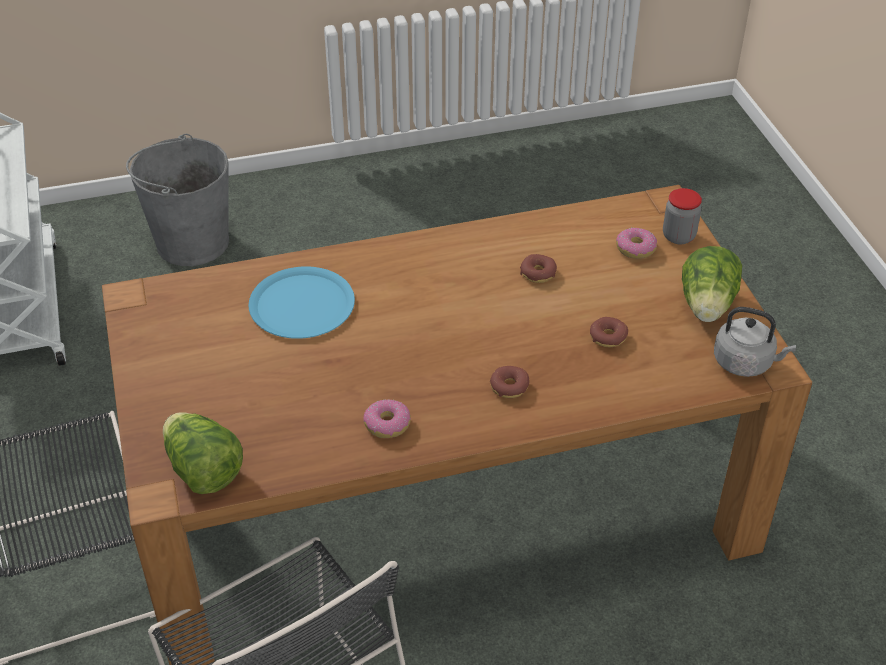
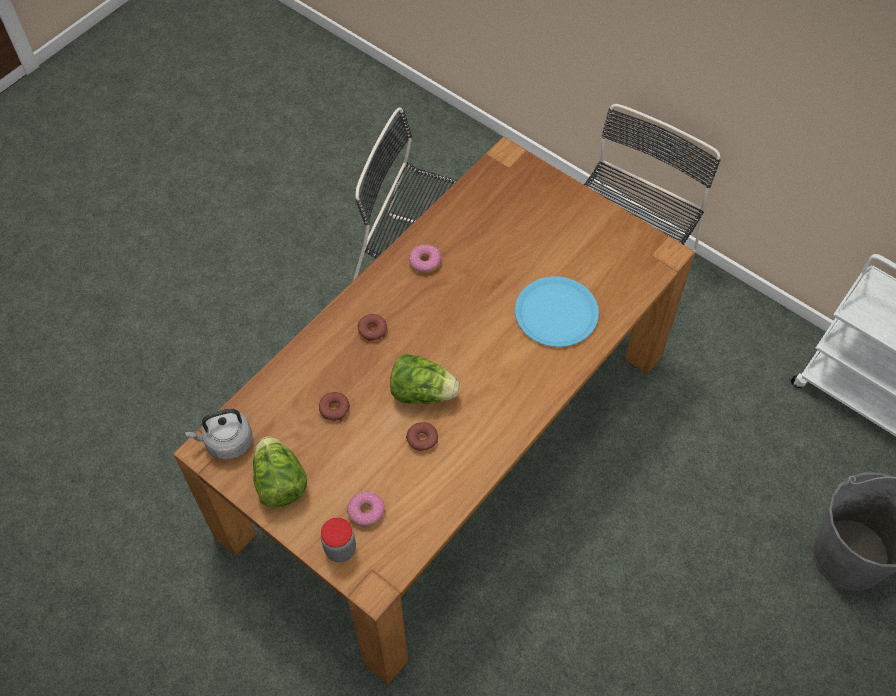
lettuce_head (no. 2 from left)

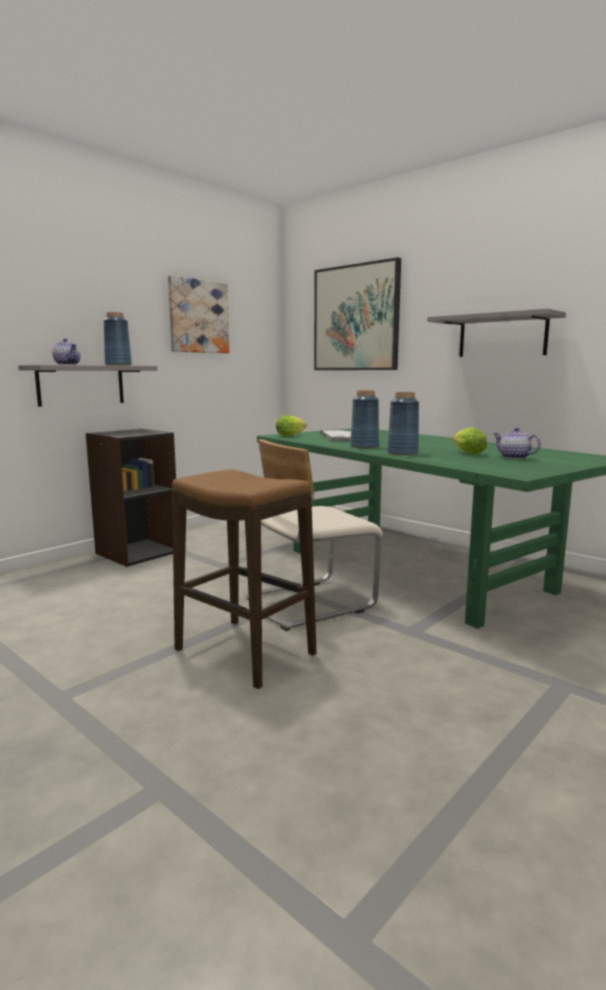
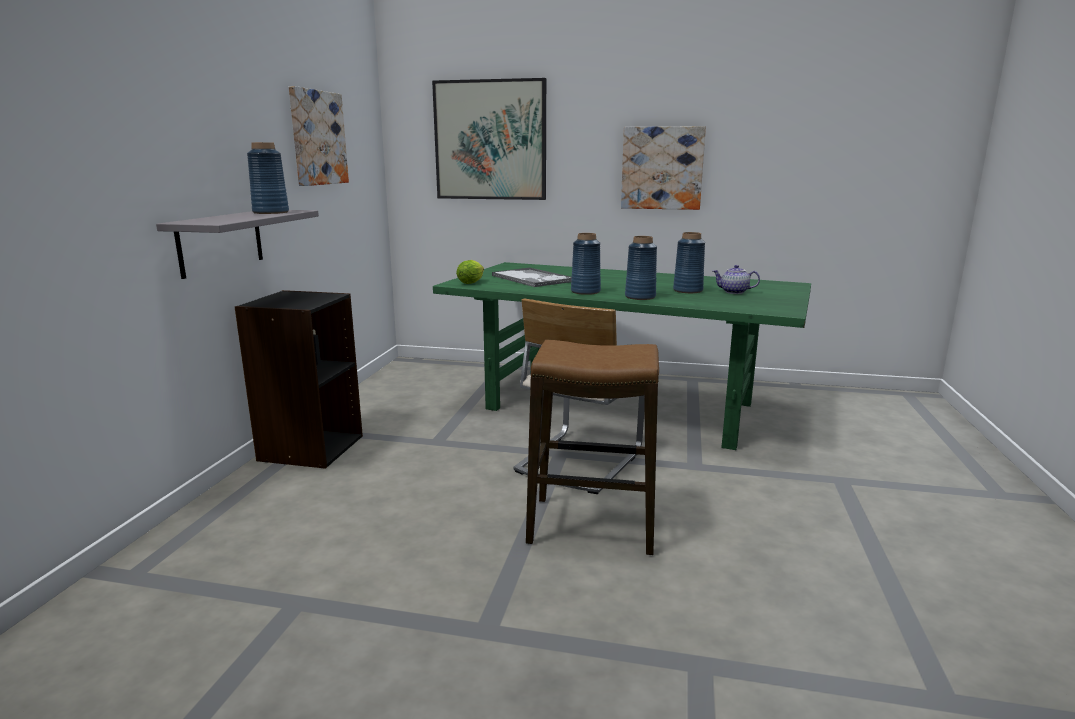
picture (no. 3 from left); blue_flower_vase (no. 4 from left); teapot (no. 1 from left in the first image)

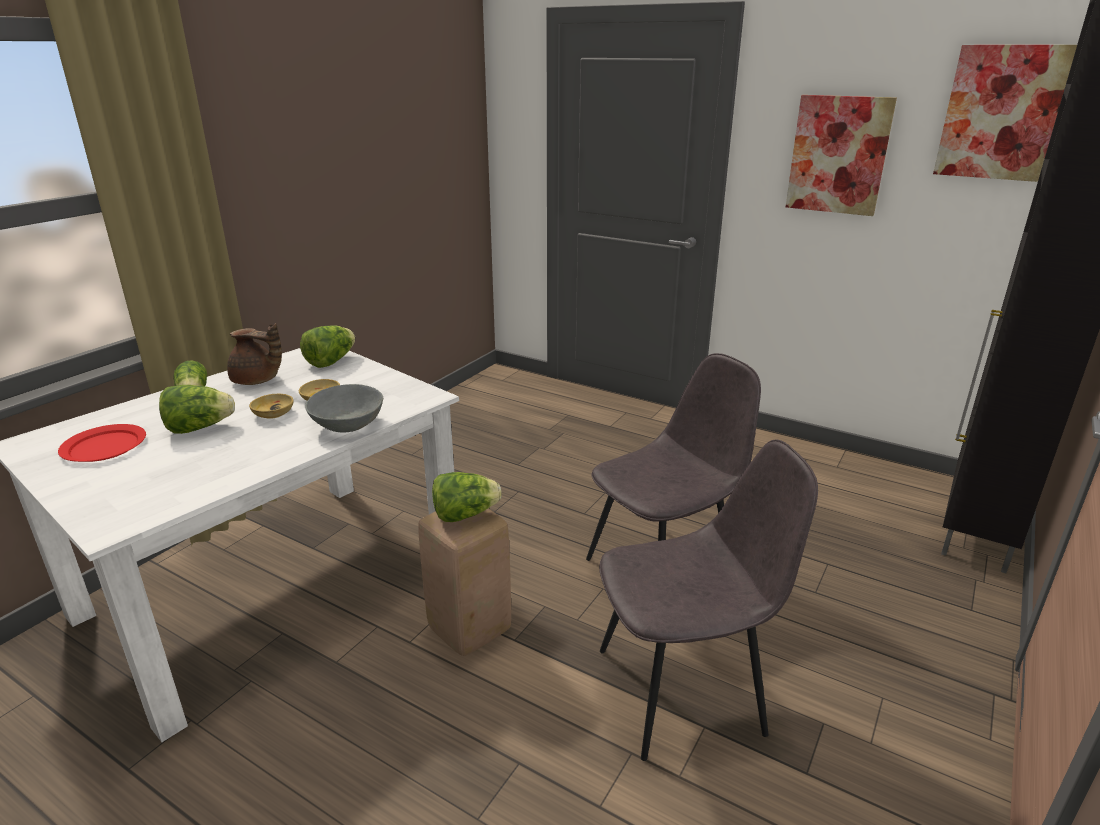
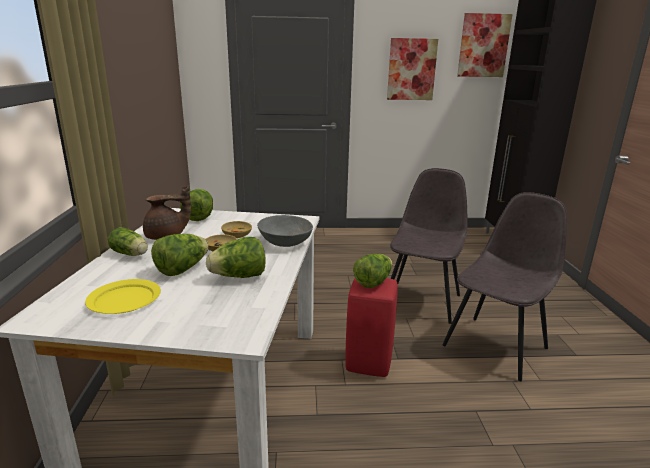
yellowish_dinner_plate; lettuce_head (no. 4 from left); red-coloured_sitting_stool

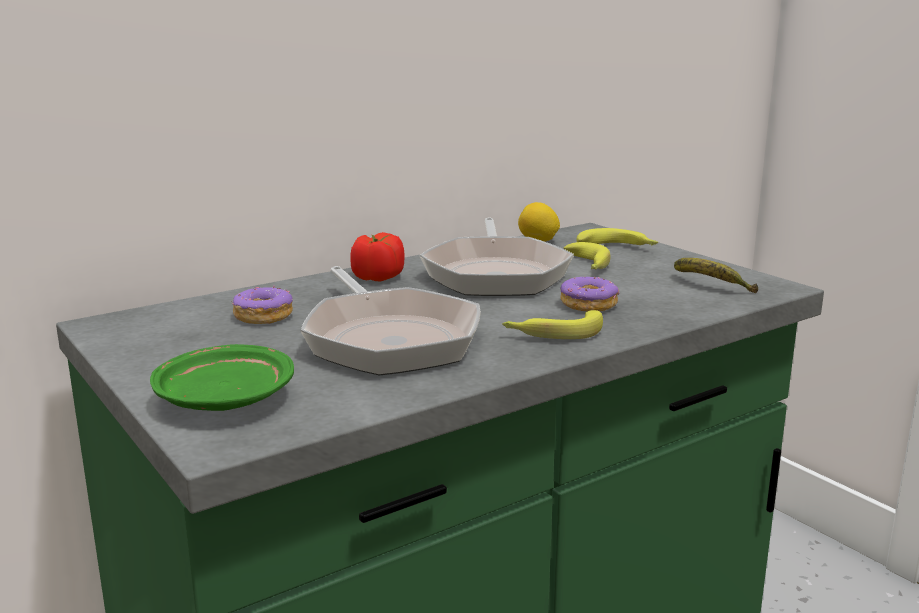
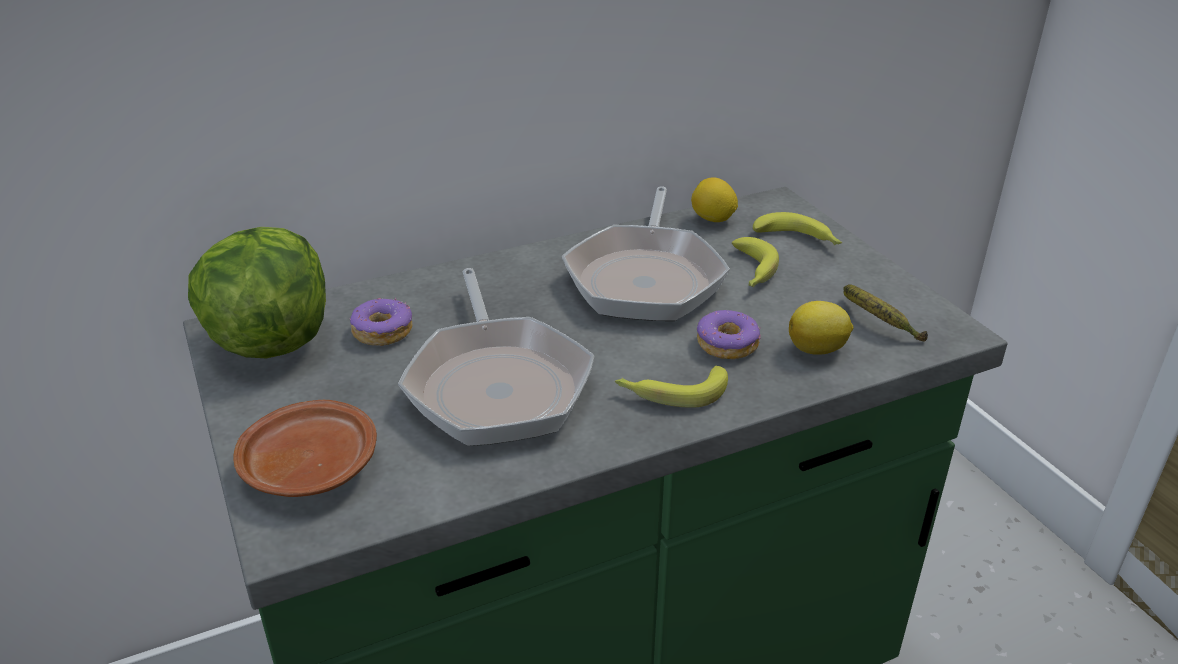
lettuce_head; brown-coloured_dinner_plate; whole_lemon (no. 2 from left); whole_tomato

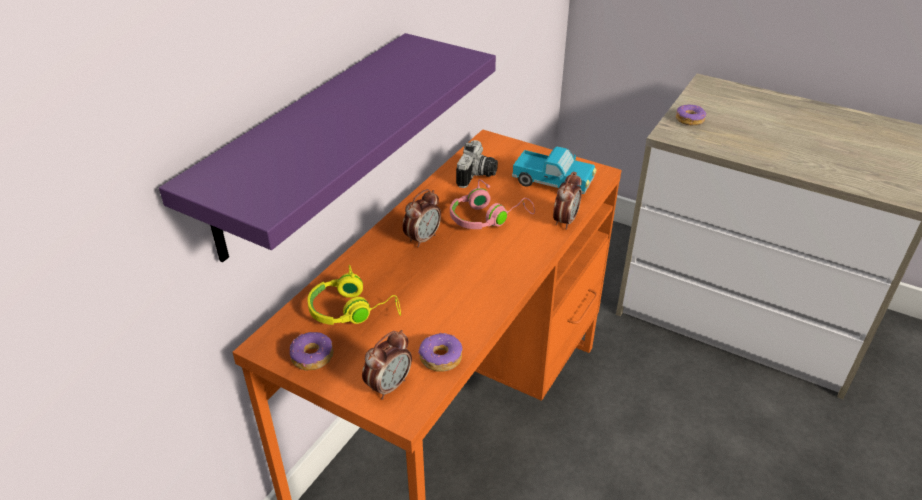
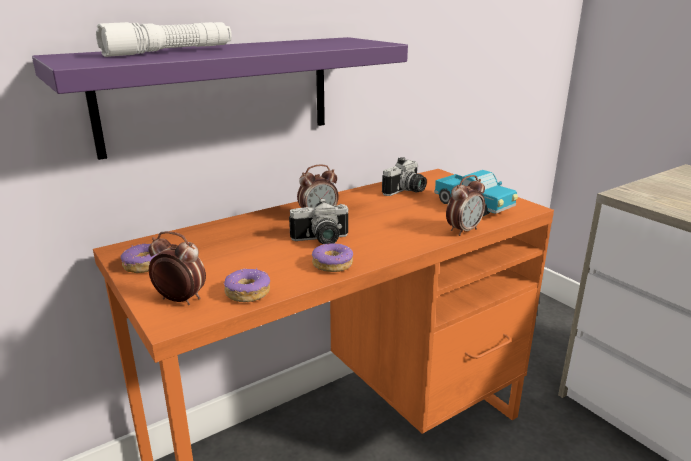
white_torch; bedside_clock (no. 1 from left); still_camera (no. 1 from left); doughnut (no. 3 from left); yellowish_headphones; pink-coloured_headphones

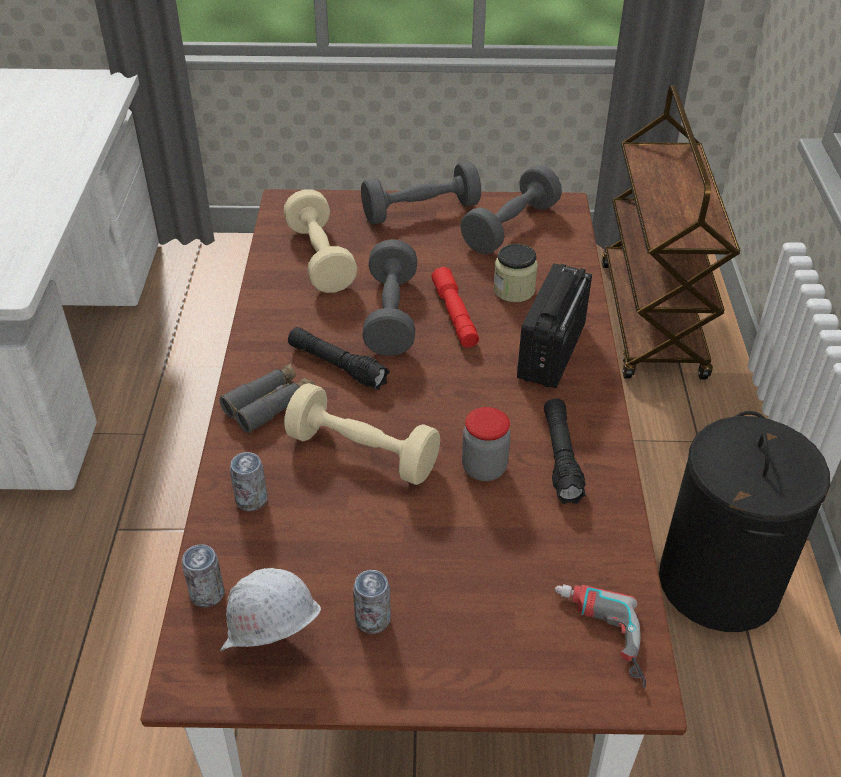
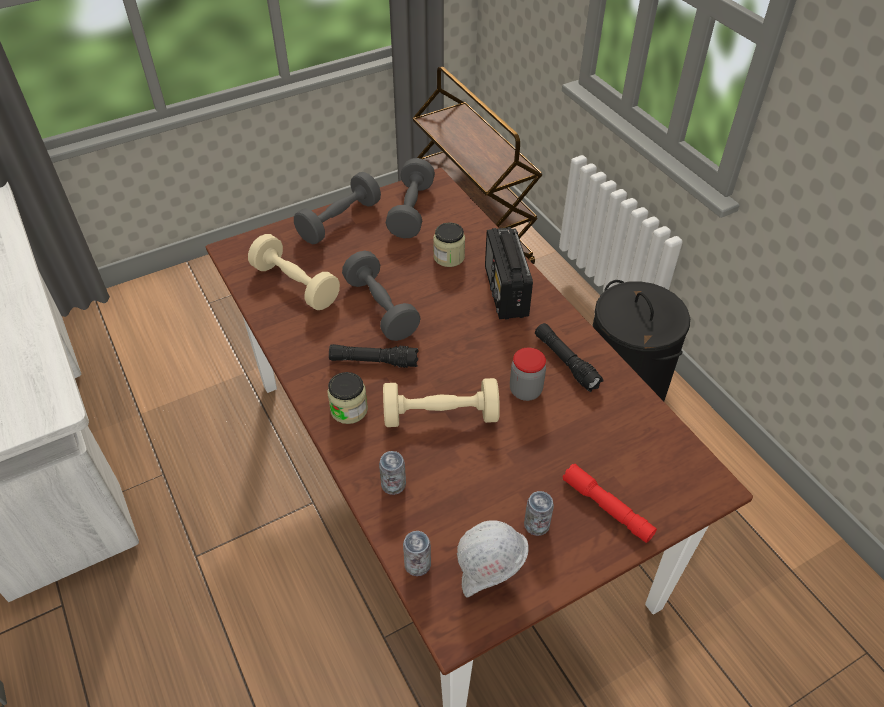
preserve_jar (no. 1 from left); red-coloured_torch; drill

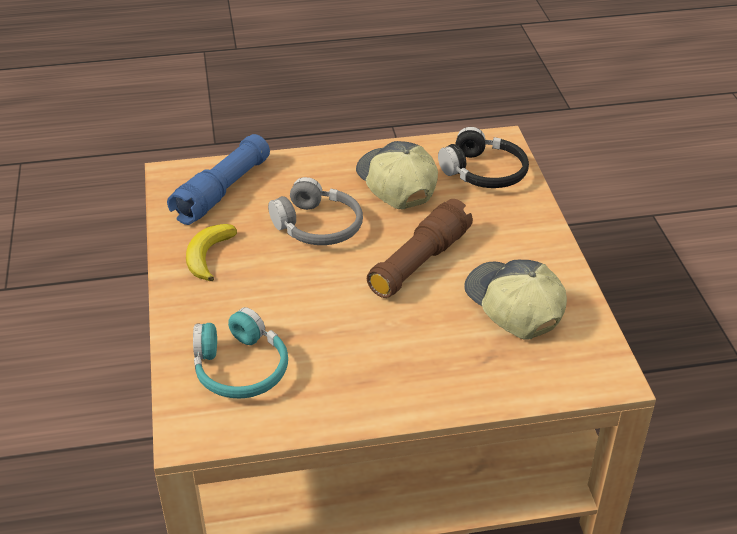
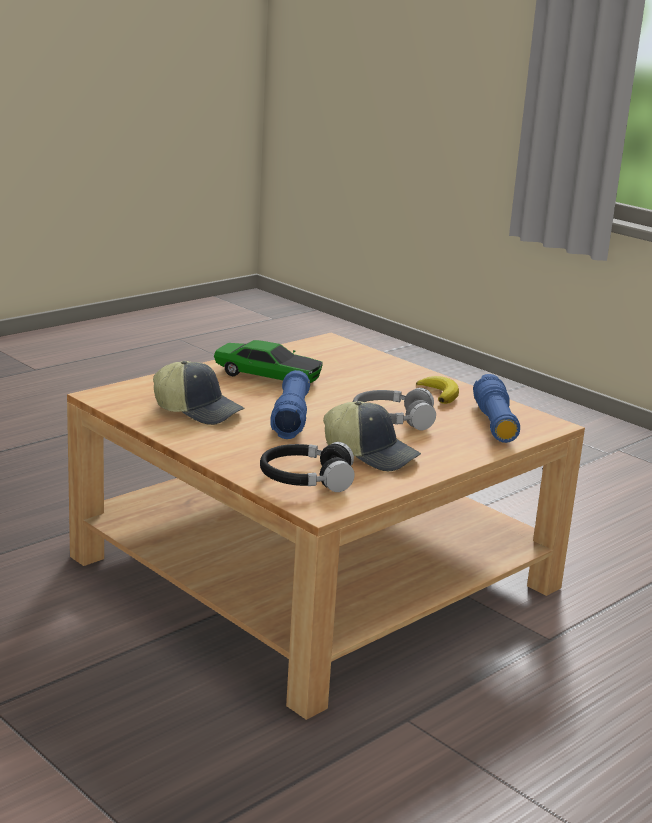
model_car; blue_torch (no. 1 from left); blue-green_headphones

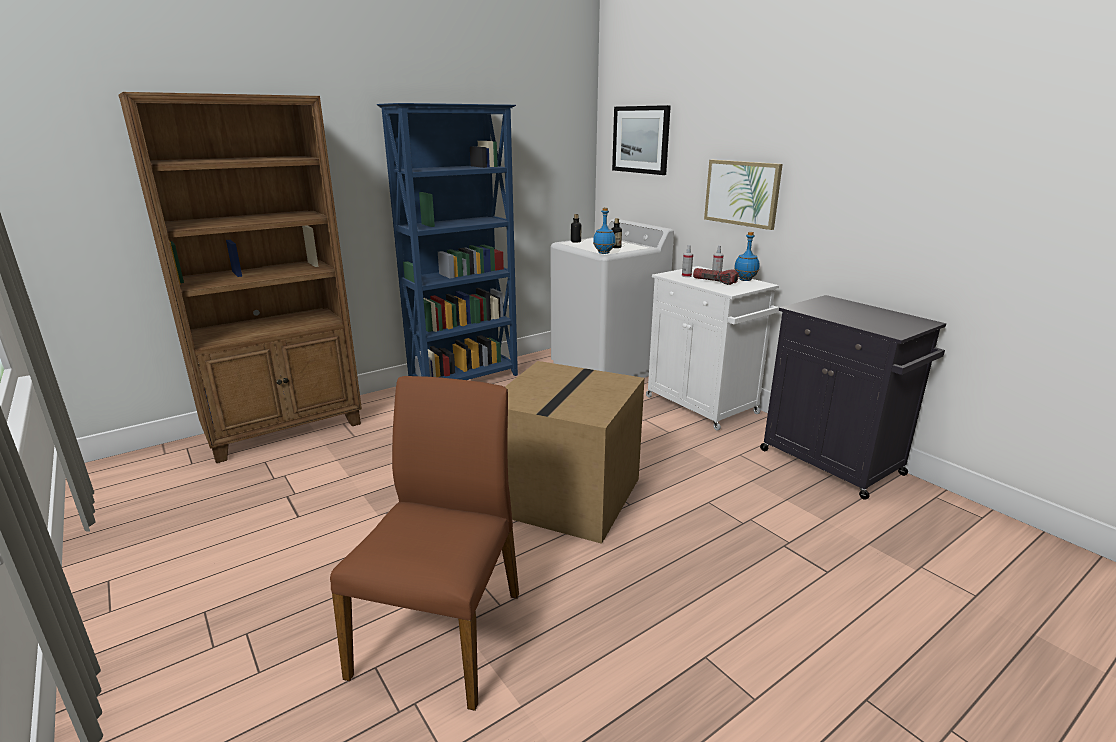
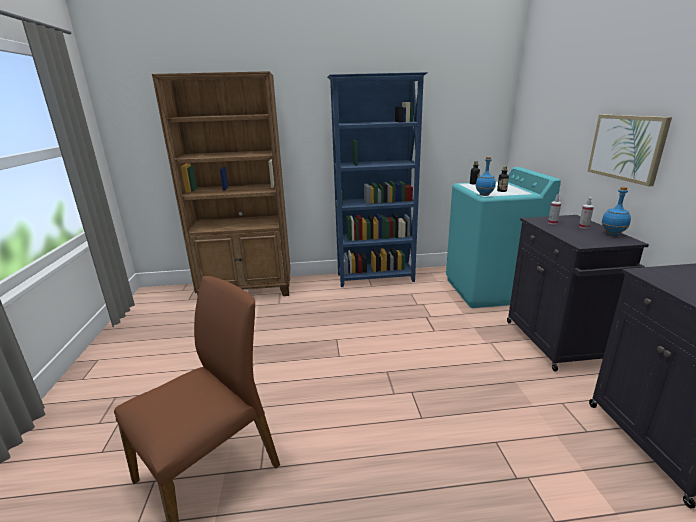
blue-green_laundry_machine; black-coloured_cupboard (no. 1 from left); packing_box; picture (no. 1 from left in the first image); torch

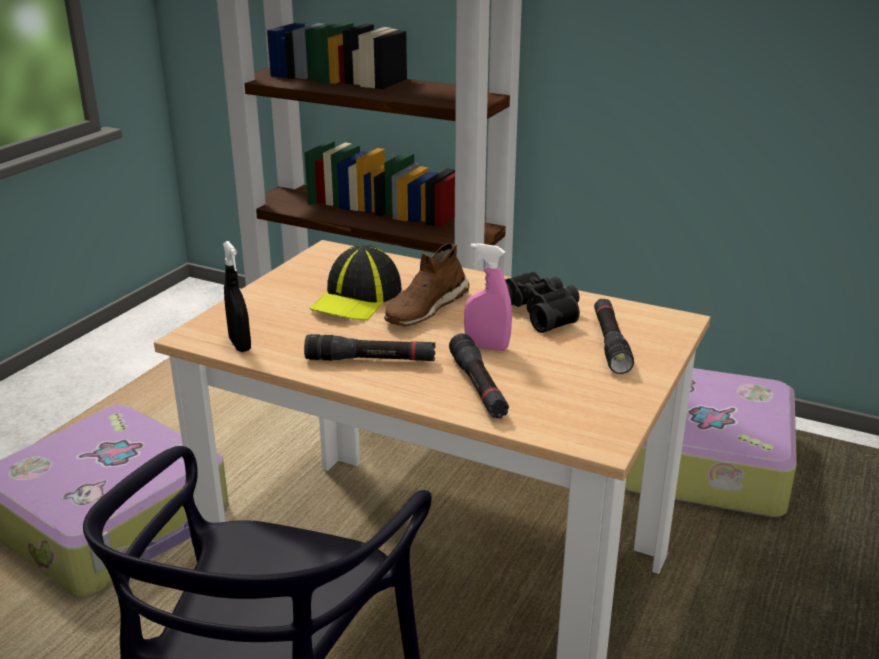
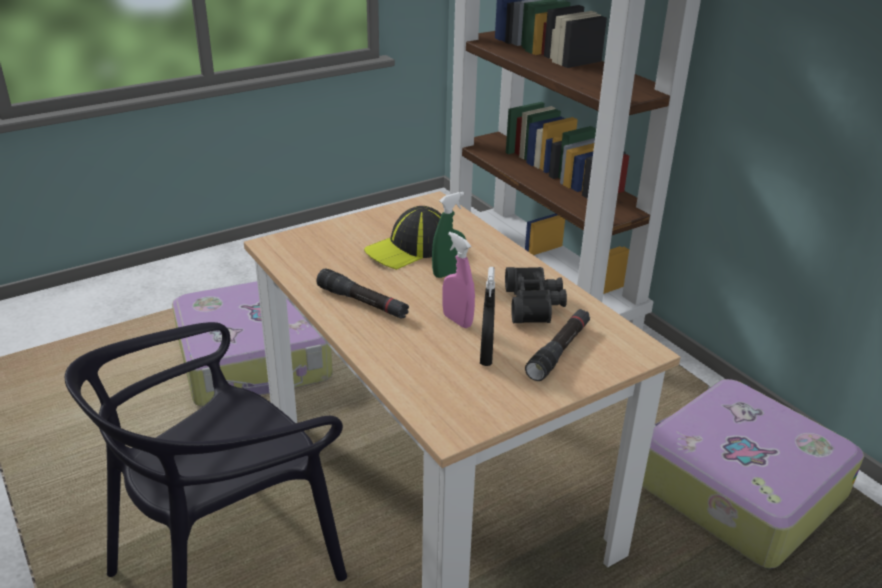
green-coloured_hand_sprayer; black-coloured_hand_sprayer; black-coloured_torch (no. 2 from left in the first image)

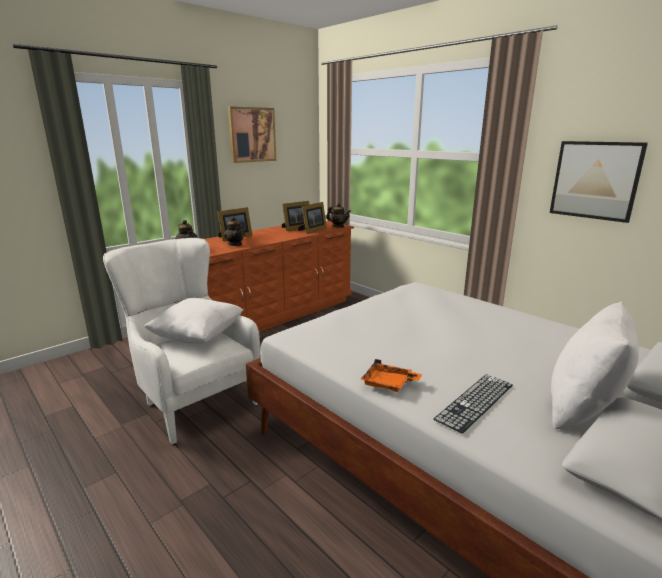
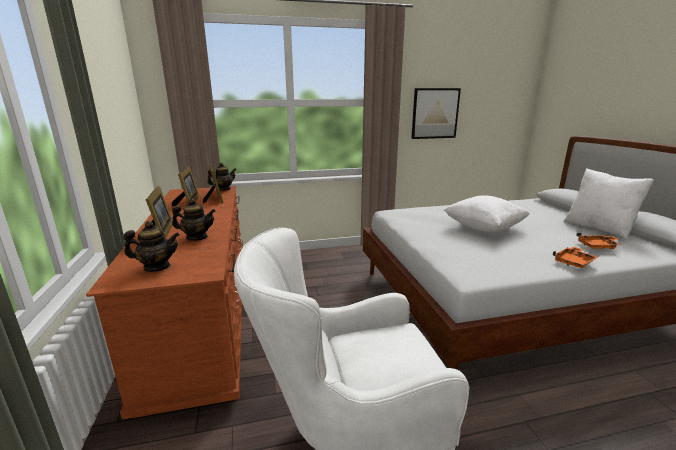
white_pillow (no. 1 from left); orangey_serving_tray (no. 2 from left); picture (no. 1 from left in the first image)

